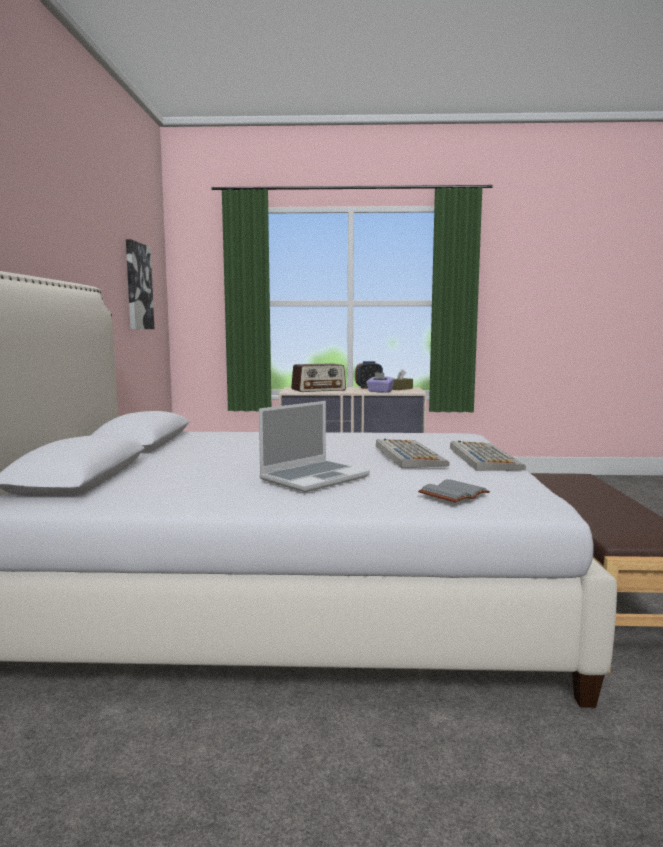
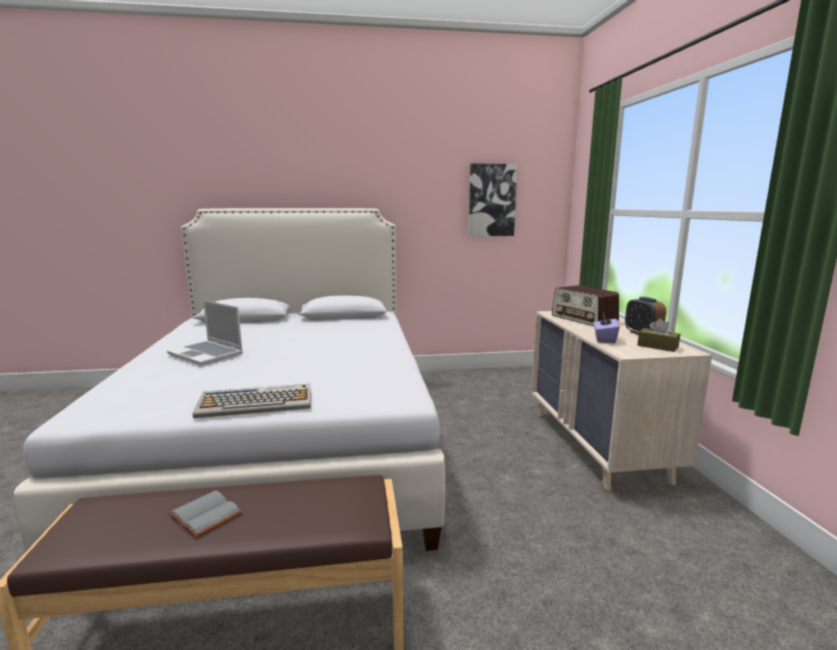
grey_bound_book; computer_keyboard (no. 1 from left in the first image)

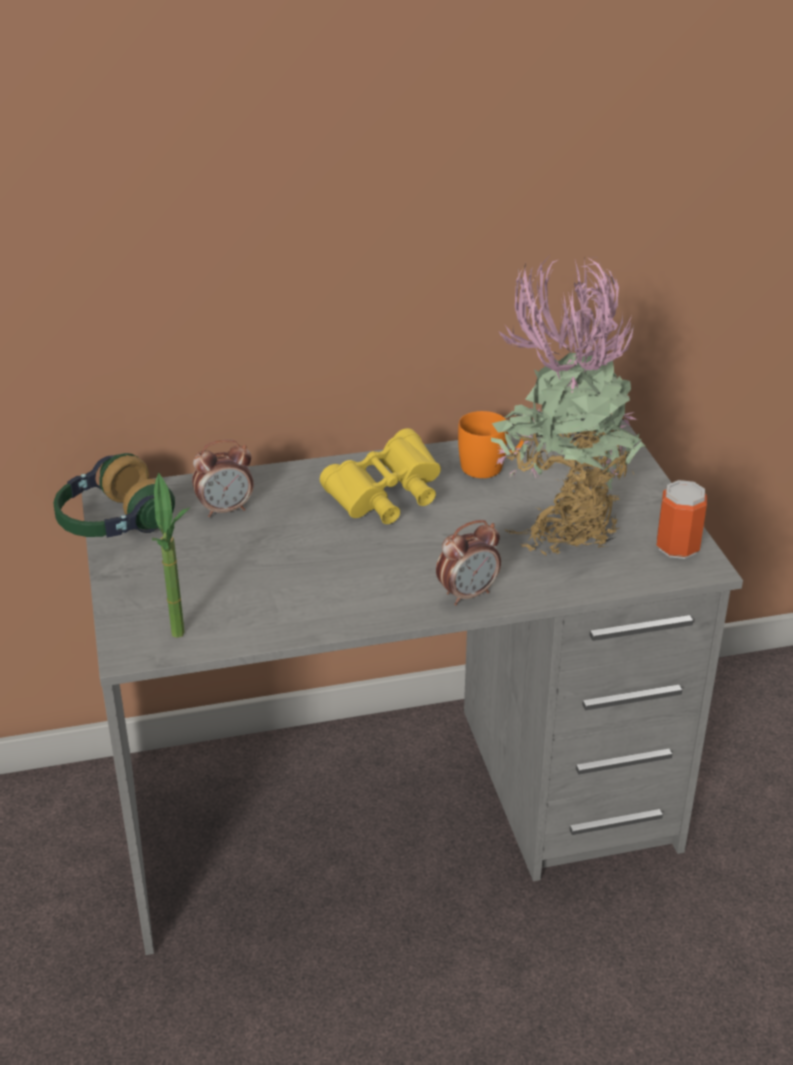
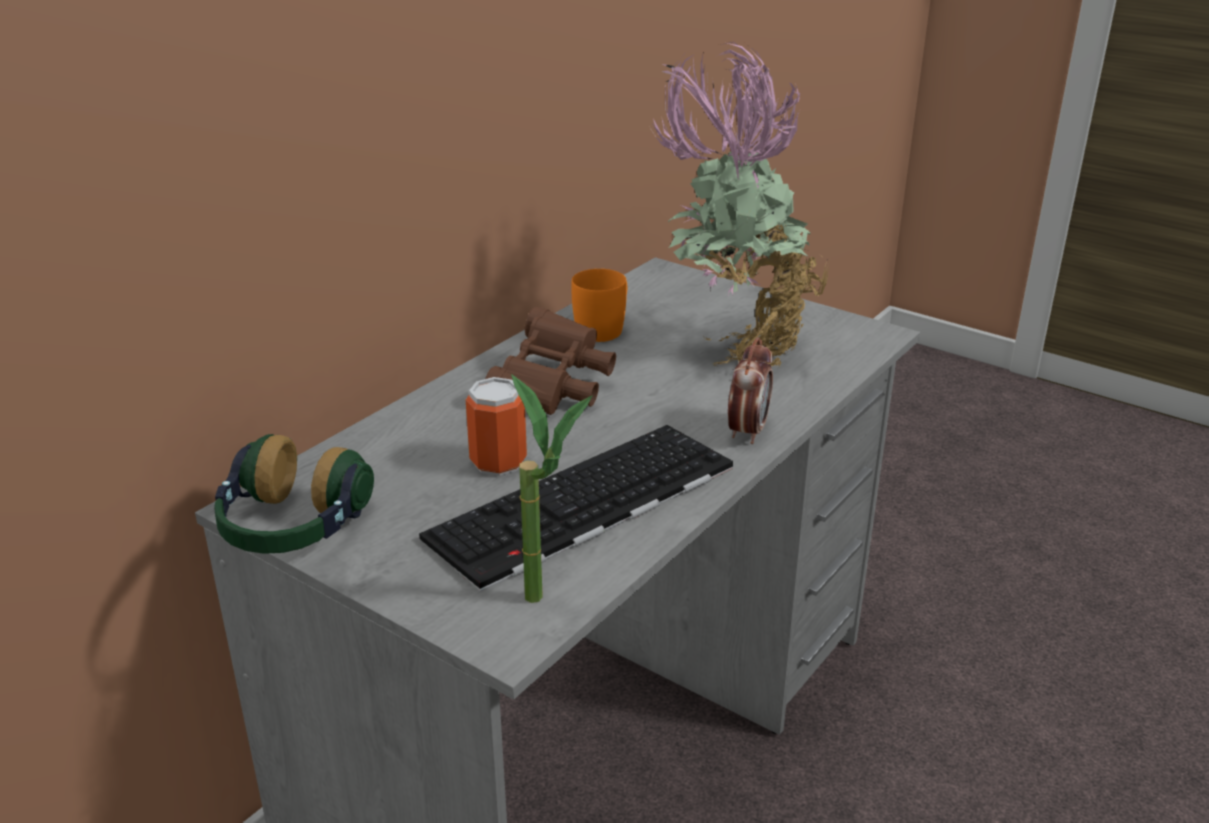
computer_keyboard; sealed_can; brown-coloured_pair_of_binoculars; bedside_clock (no. 1 from left in the first image)

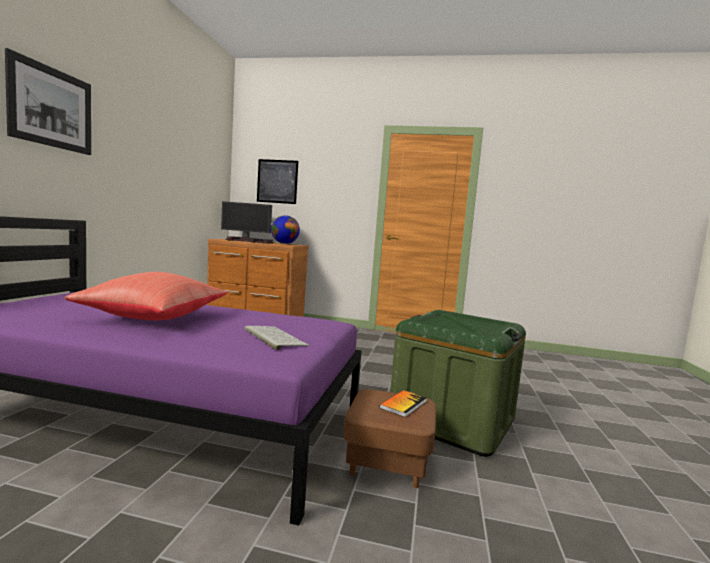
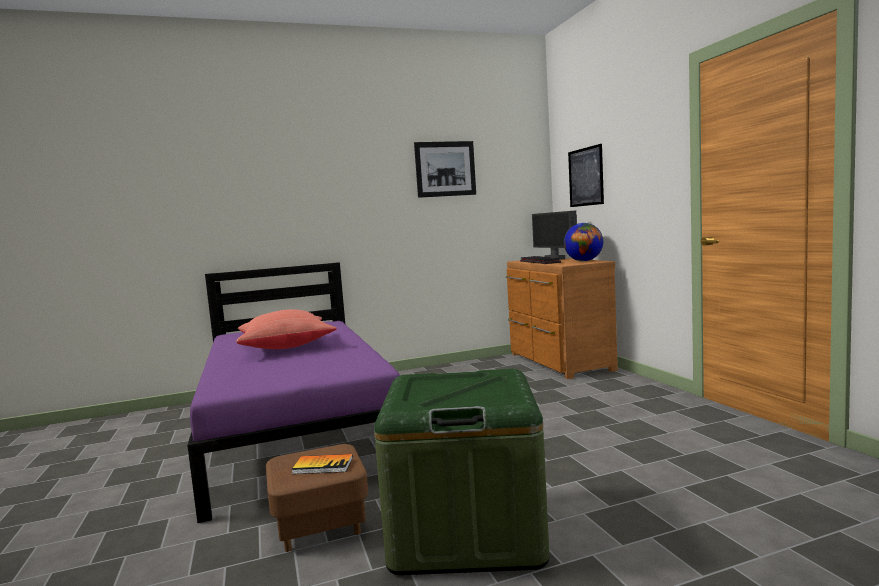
picture (no. 1 from left); computer_keyboard (no. 2 from left in the first image)

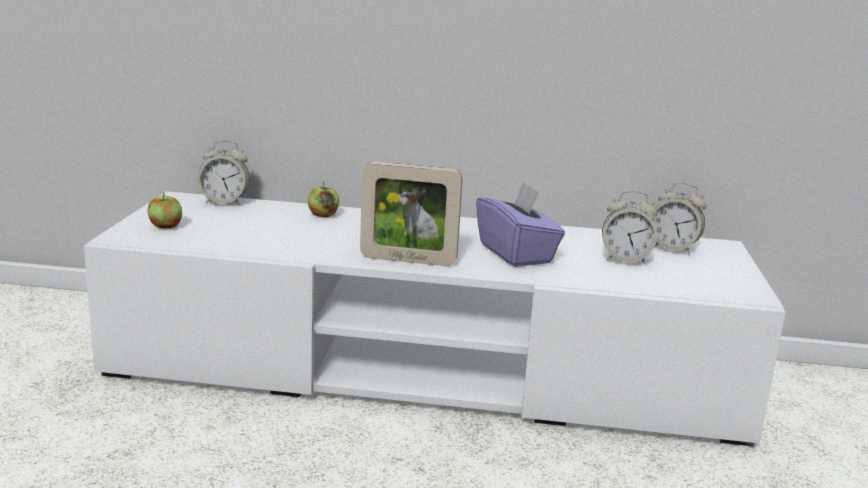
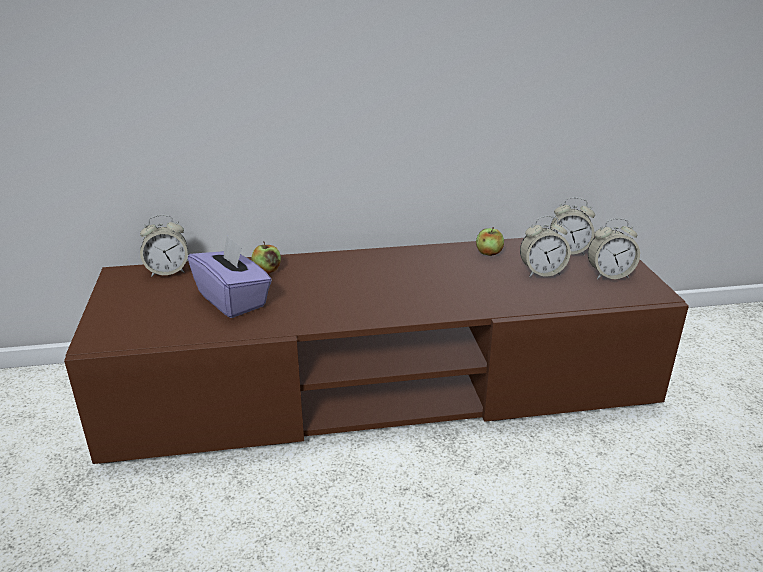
brown-coloured_media_console; purplish_tissue_holder; apple (no. 2 from left); bedside_clock (no. 4 from left); picture_frame

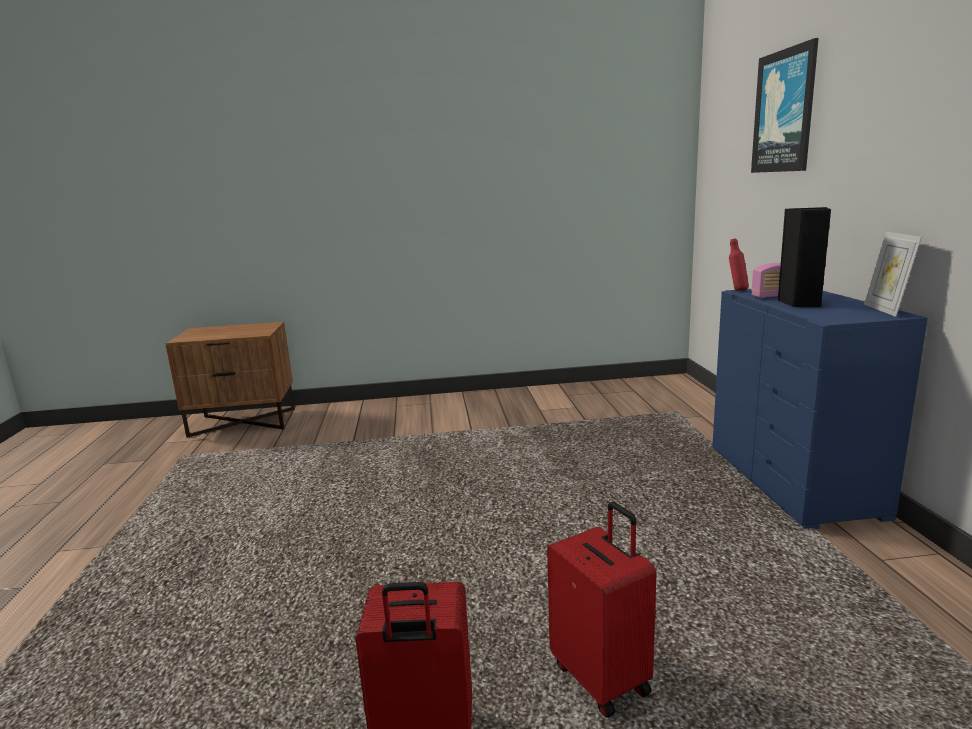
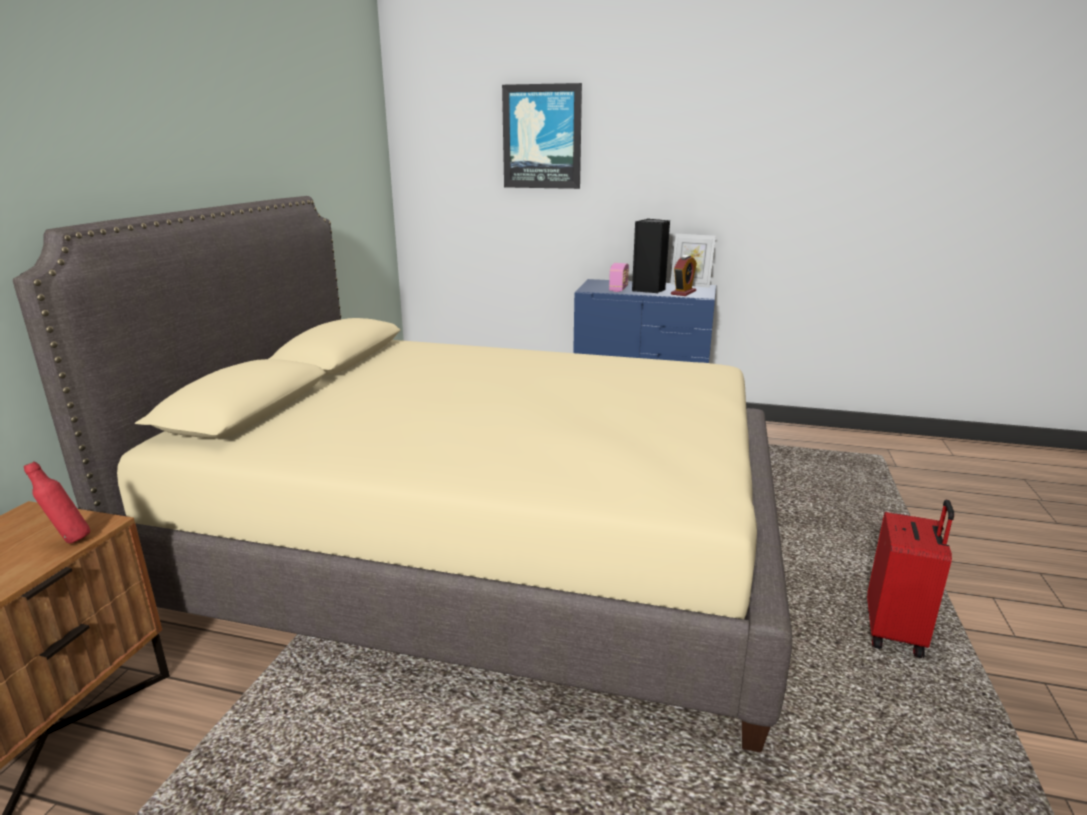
sand-coloured_bedroom_bed; red-coloured_drink_bottle; bedside_clock; red-coloured_piece_of_luggage (no. 2 from left in the first image)

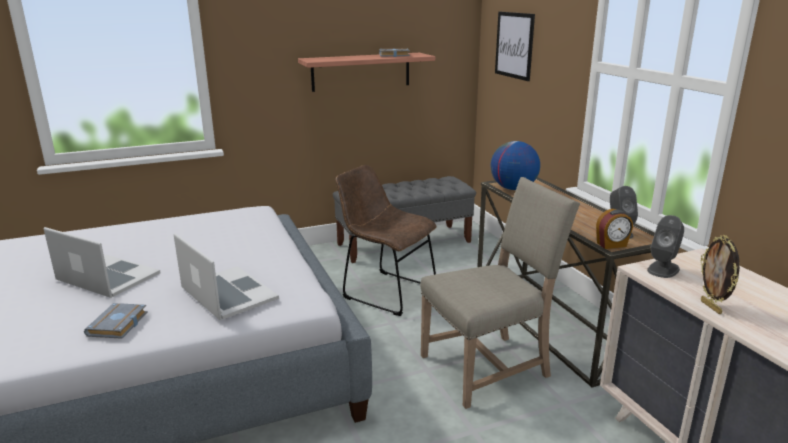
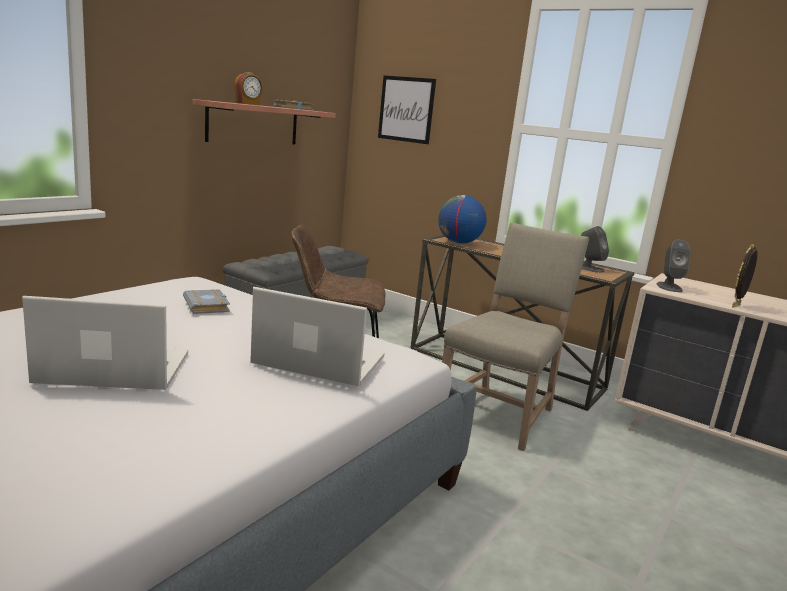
grey_bound_book (no. 1 from left); bedside_clock; picture_frame

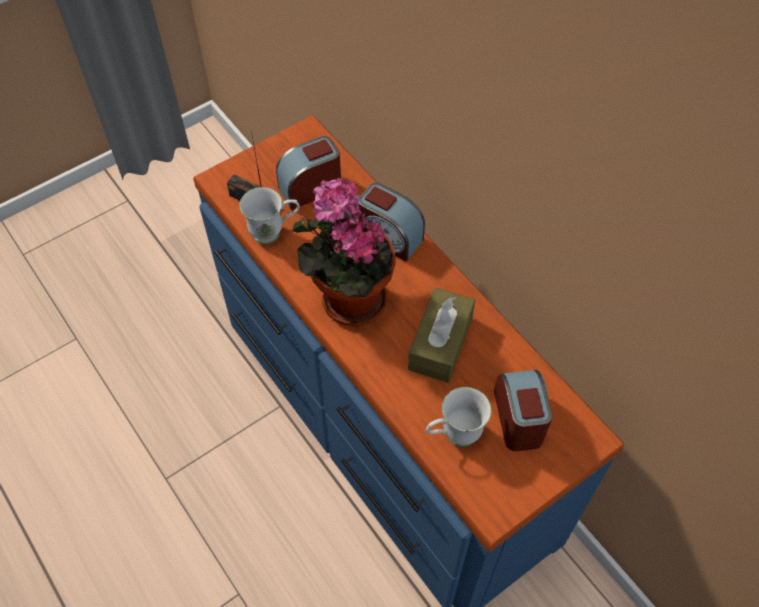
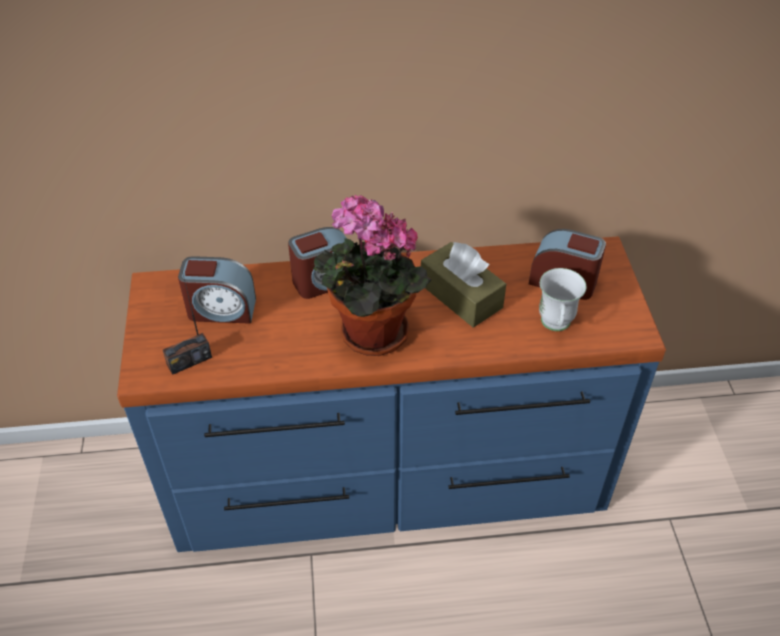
bedside_clock (no. 1 from left); white_coffee_mug (no. 1 from left in the first image)

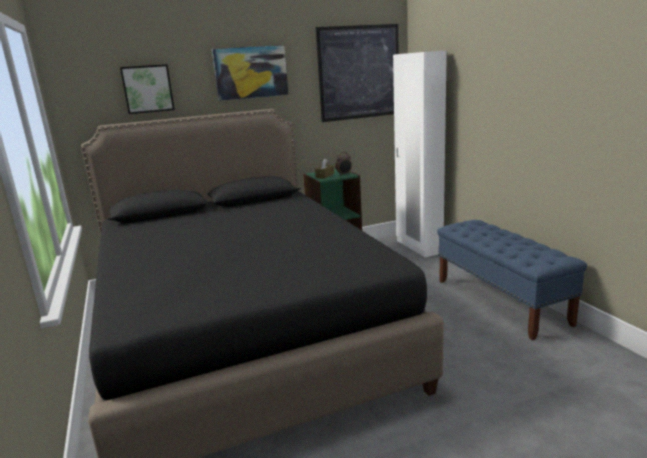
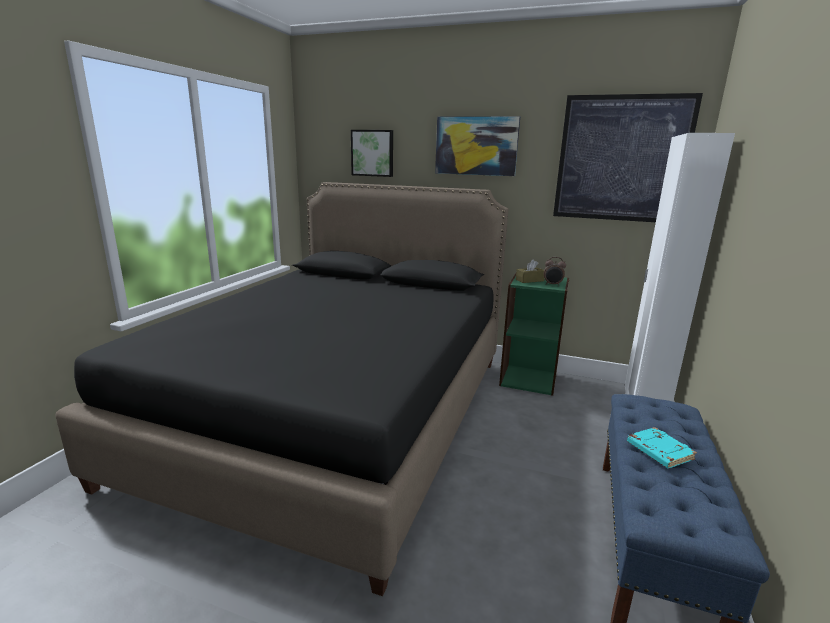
blue-green_bound_book

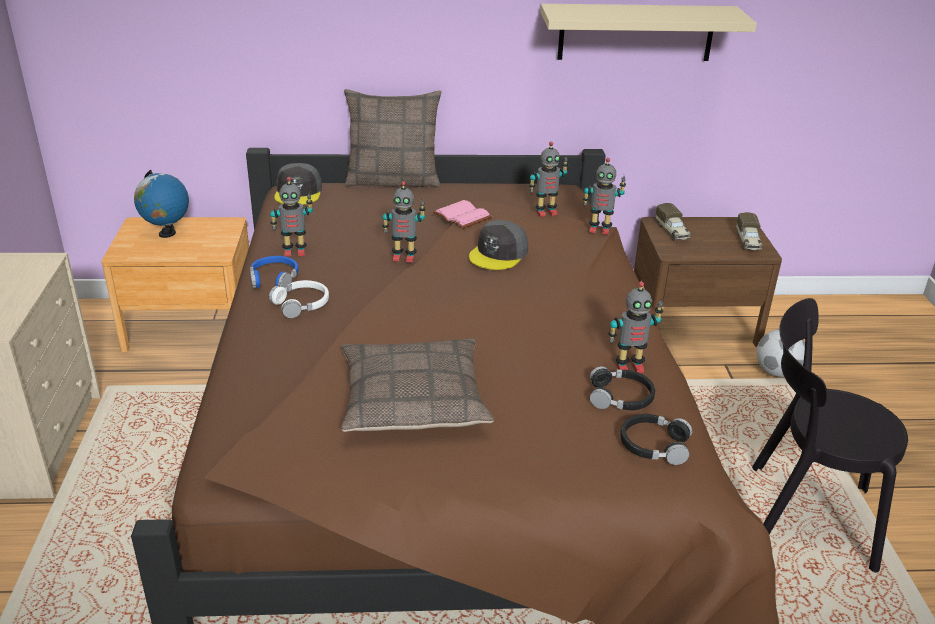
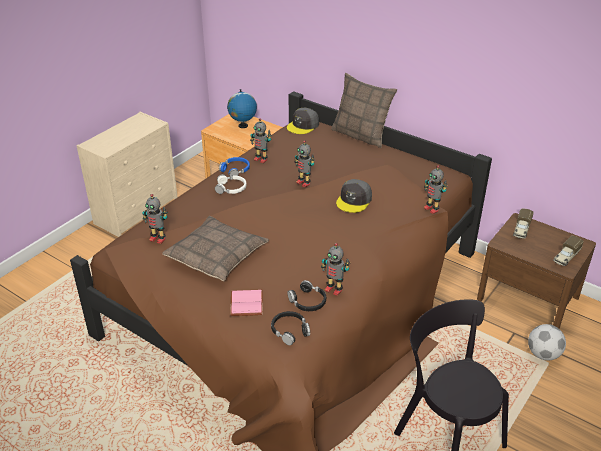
toy_robot (no. 1 from left); pink-coloured_bound_book; grey_peaked_cap (no. 2 from left); sand-coloured_wall_shelf

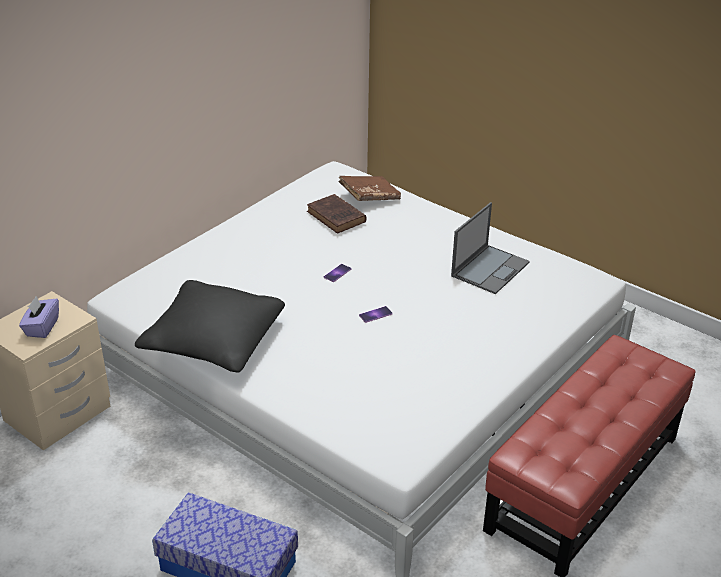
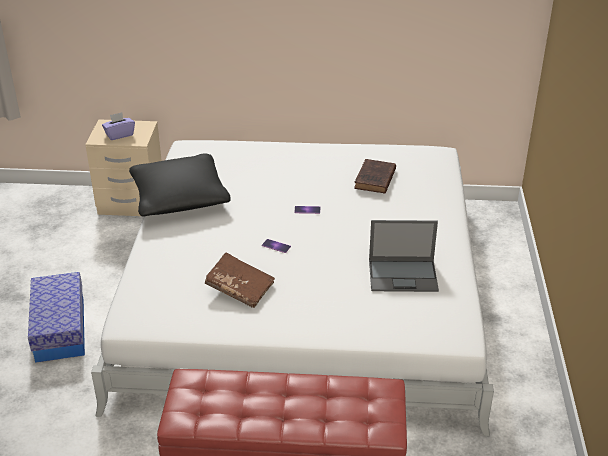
brown-coloured_bound_book (no. 1 from left)

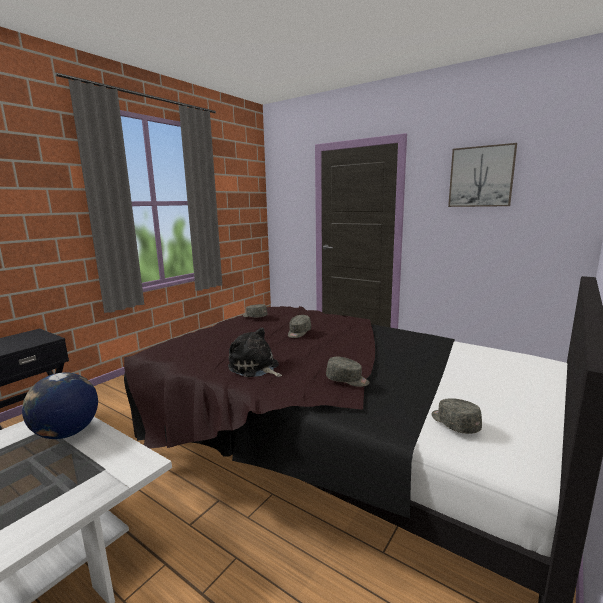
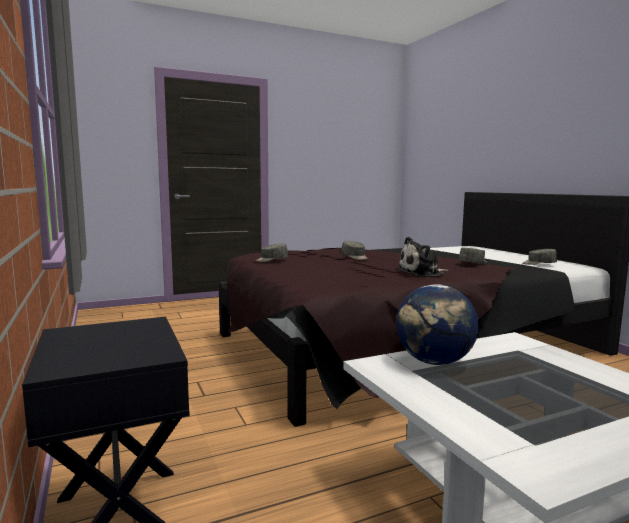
picture

